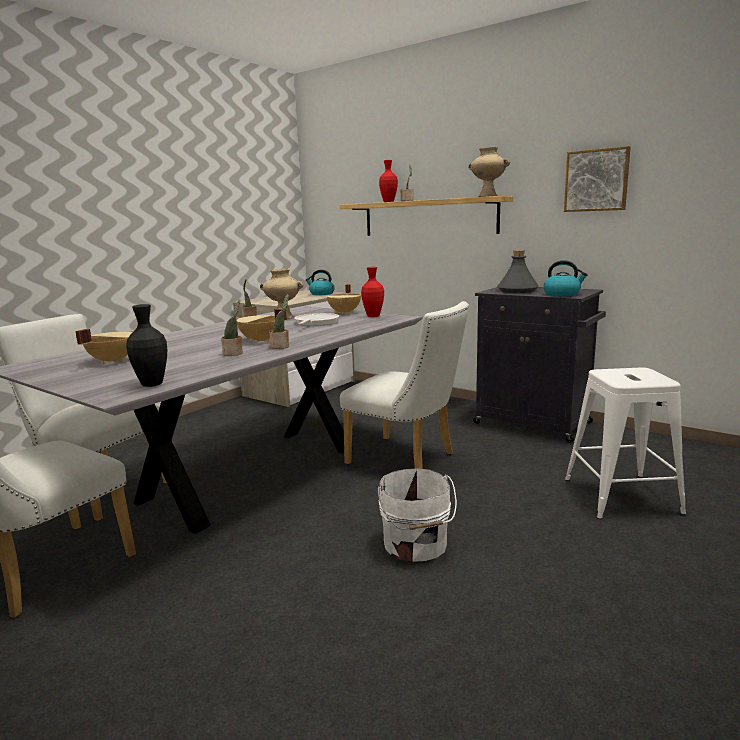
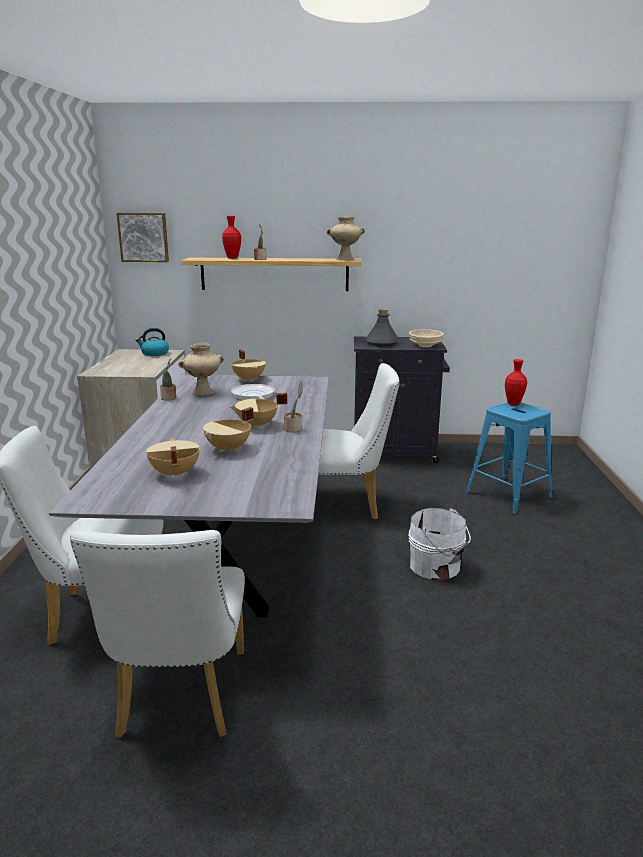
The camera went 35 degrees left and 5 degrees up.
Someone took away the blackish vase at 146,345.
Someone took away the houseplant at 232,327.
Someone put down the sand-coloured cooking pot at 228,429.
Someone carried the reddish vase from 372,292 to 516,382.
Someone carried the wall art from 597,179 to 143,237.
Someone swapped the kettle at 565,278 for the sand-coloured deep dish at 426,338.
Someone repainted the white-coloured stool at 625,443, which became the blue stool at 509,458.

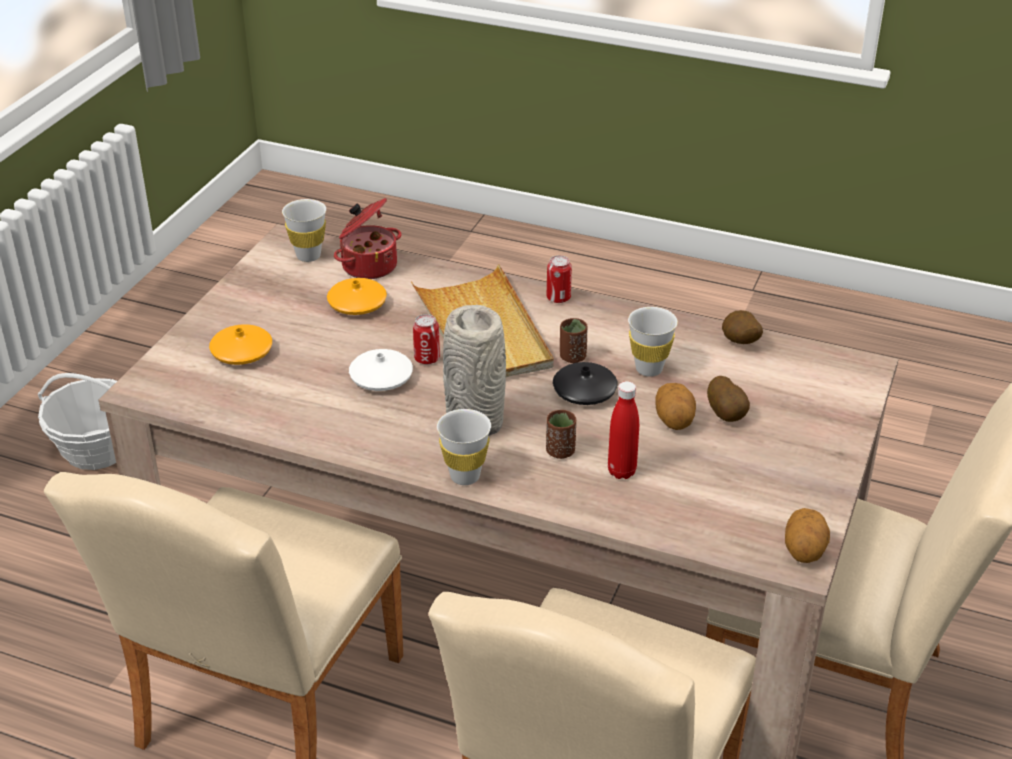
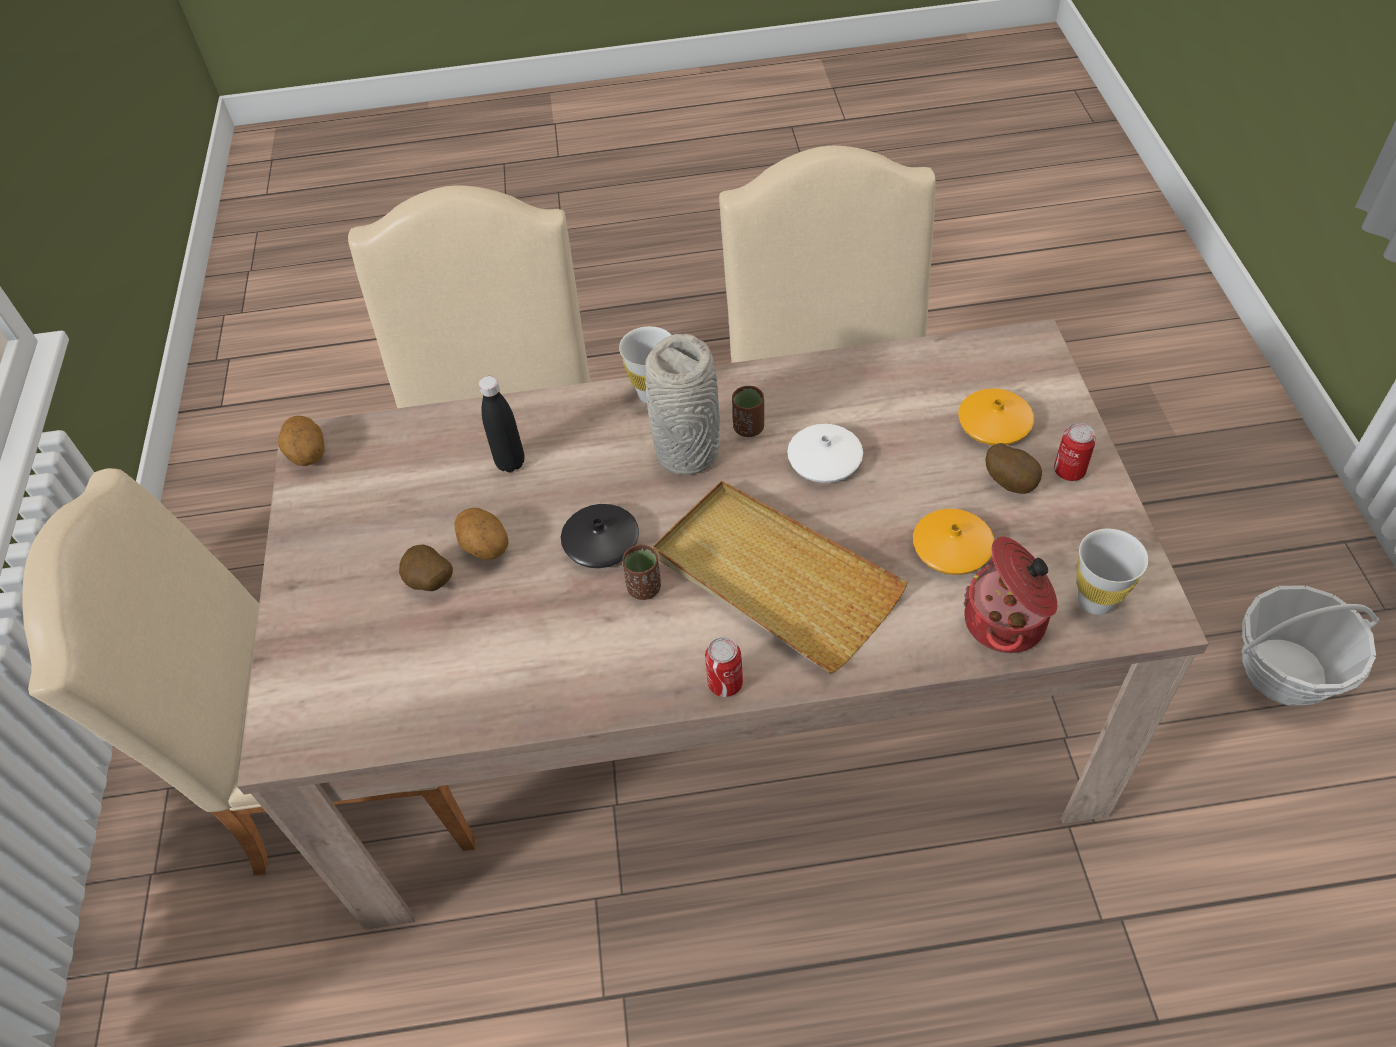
The camera went 155 degrees right and 15 degrees up.
Someone took away the white-coloured small cup at 653,342.
Someone carried the sealed can from 426,339 to 1075,452.
Someone carried the brown small cup from 561,434 to 748,411.
Someone carried the potato from 742,327 to 1013,468.
Someone repainted the reddish drink bottle at 623,430, which became the blackish drink bottle at 501,424.

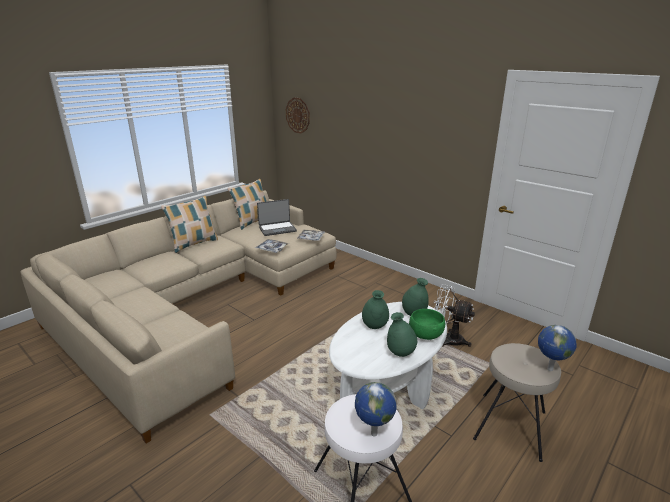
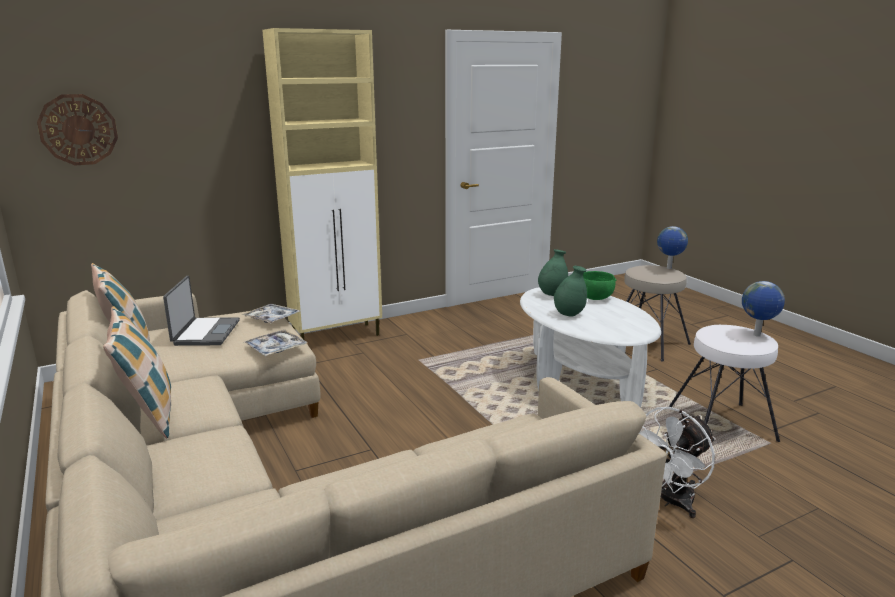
The camera went 70 degrees left and 5 degrees down.
Someone took away the greenish vase at 402,334.
Someone put down the sand-coloured cupboard at 322,184.
Someone carried the white-coloured fan from 454,315 to 677,462.

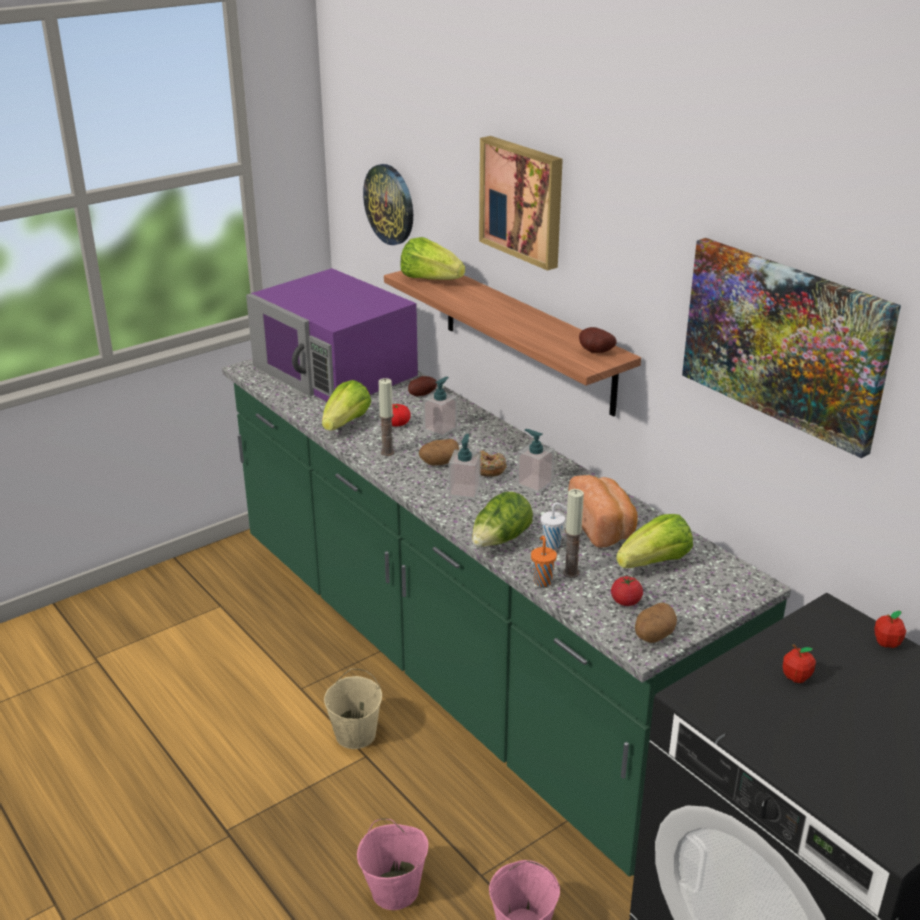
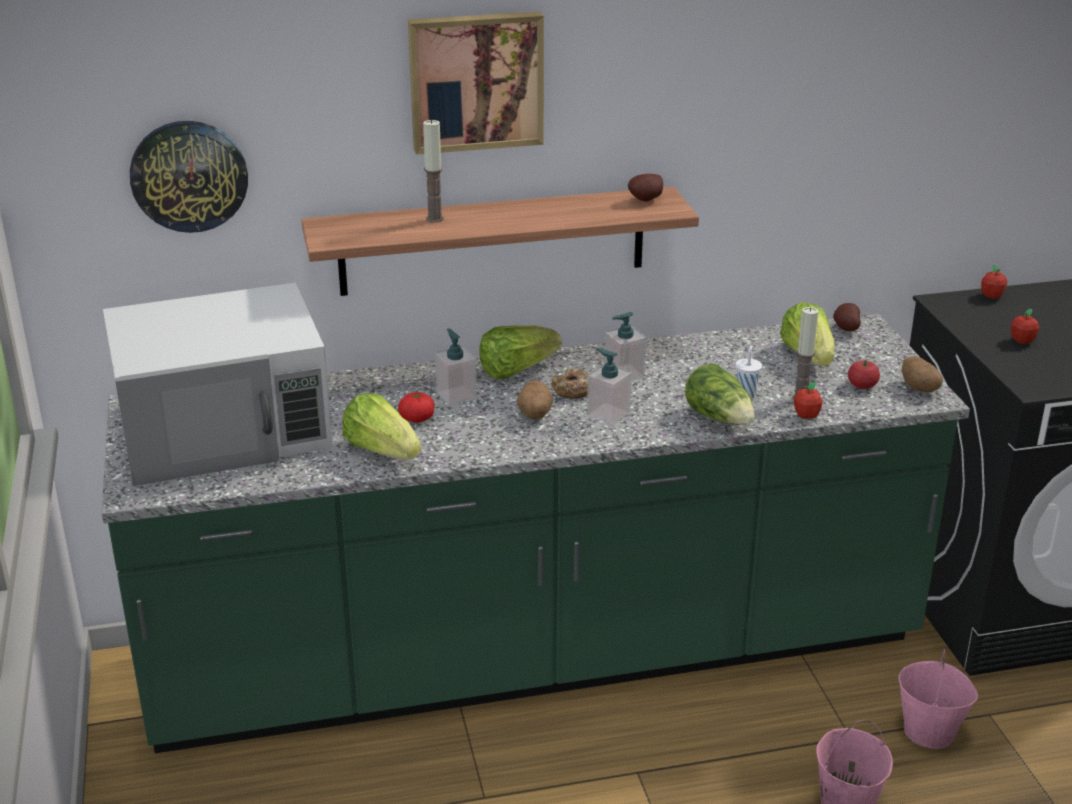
The camera went 65 degrees left and 0 degrees up.
Someone took away the sand-coloured bucket at 353,709.
Someone took away the baked bread at 603,511.
Someone took away the wall art at 791,348.
Someone carried the candle from 386,417 to 433,171.
Someone carried the head of lettuce from 433,258 to 520,352.
Someone carried the potato from 422,386 to 847,317.
Someone swapped the orangey small cup at 544,561 for the apple at 808,400.
Someone repainted the purple-coloured microwave at 332,335, which became the white-coloured microwave at 218,384.

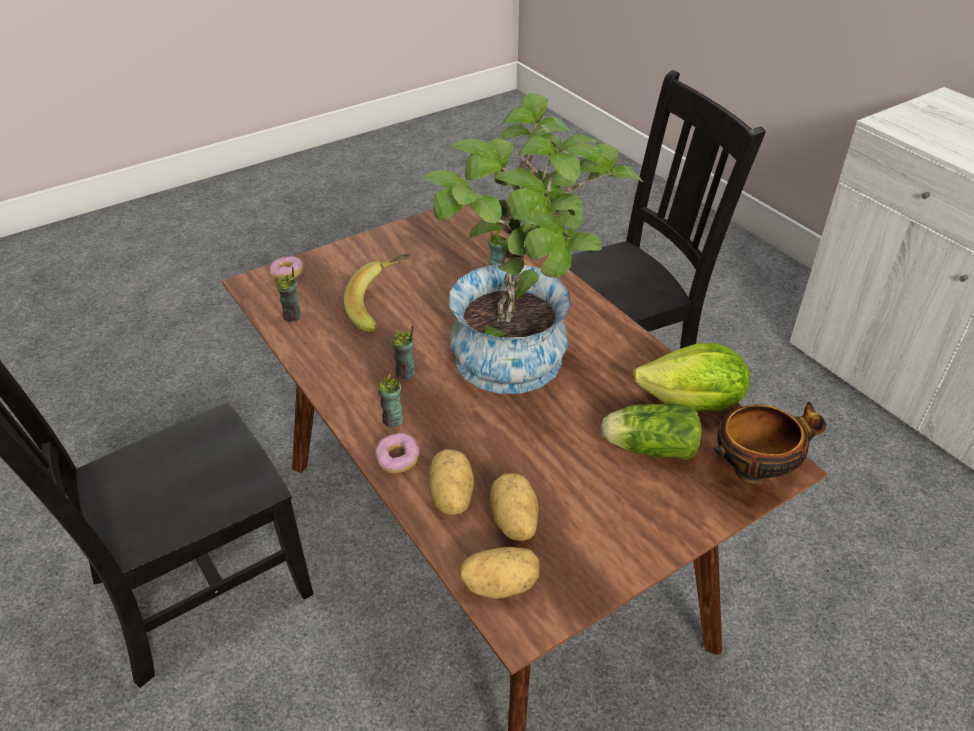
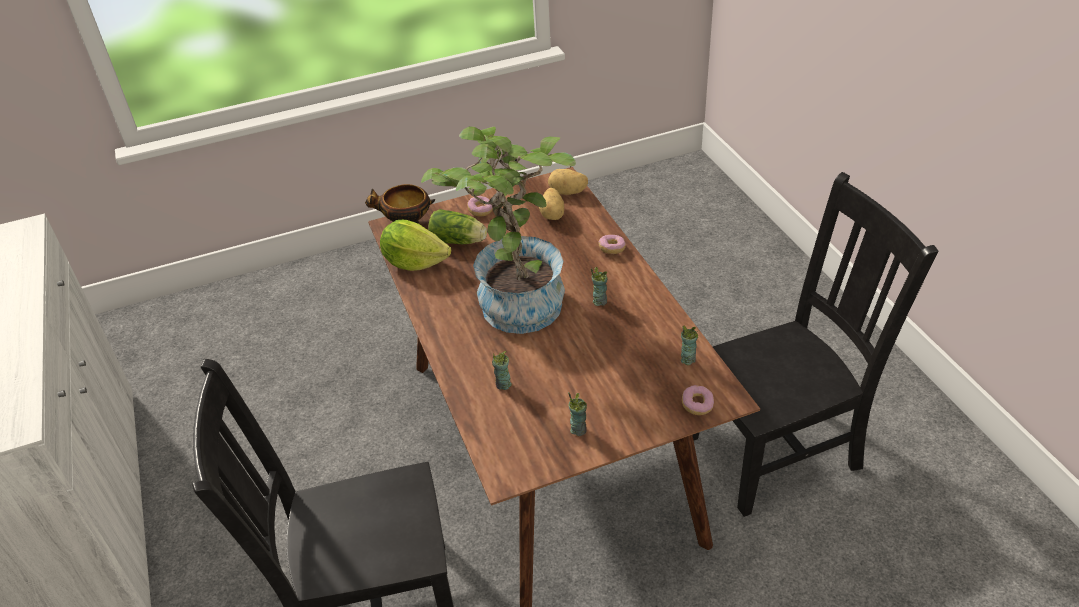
The camera went 165 degrees left and 0 degrees up.
Someone took away the banana fruit at 376,293.
Someone took away the potato at 451,482.
Someone put down the donut at 480,206.
Someone carried the small cup from 390,401 to 577,414.

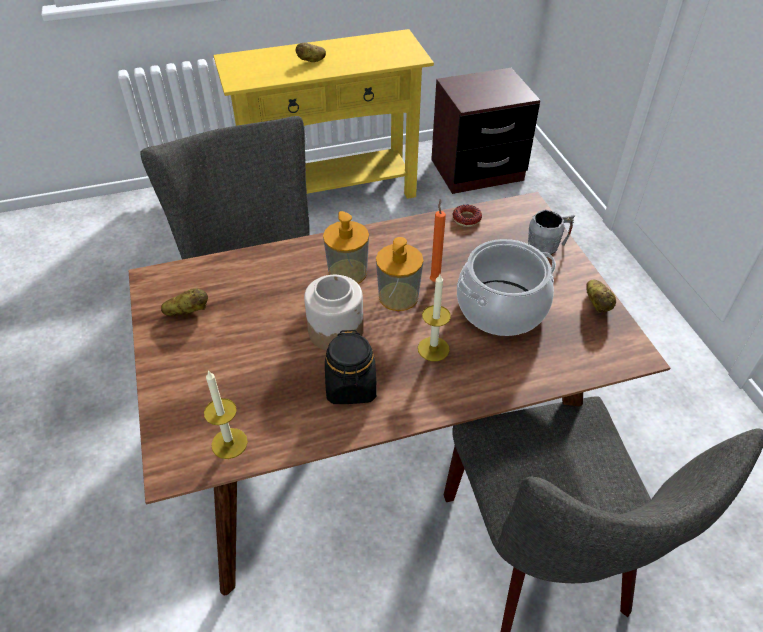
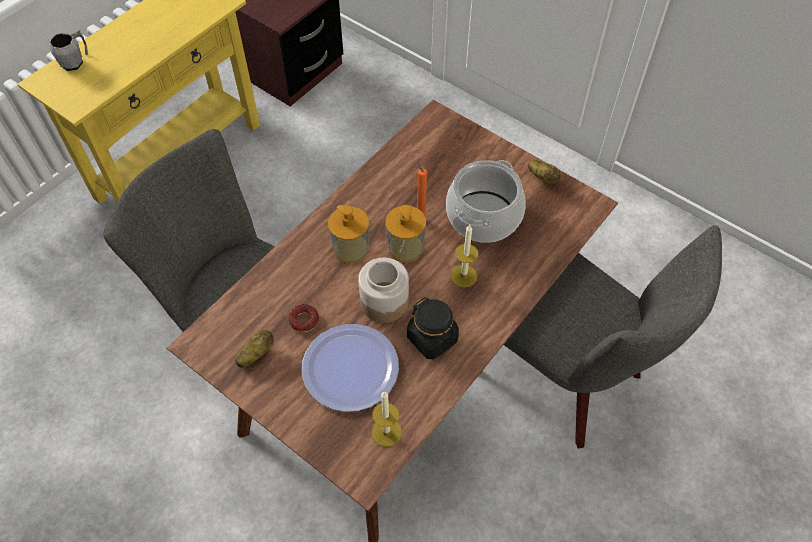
The camera went 35 degrees left and 10 degrees up.
Someone took away the potato at 311,52.
Someone put down the dinner plate at 350,368.
Someone carried the donut from 467,216 to 303,318.
Someone carried the greyish mug from 551,234 to 68,50.

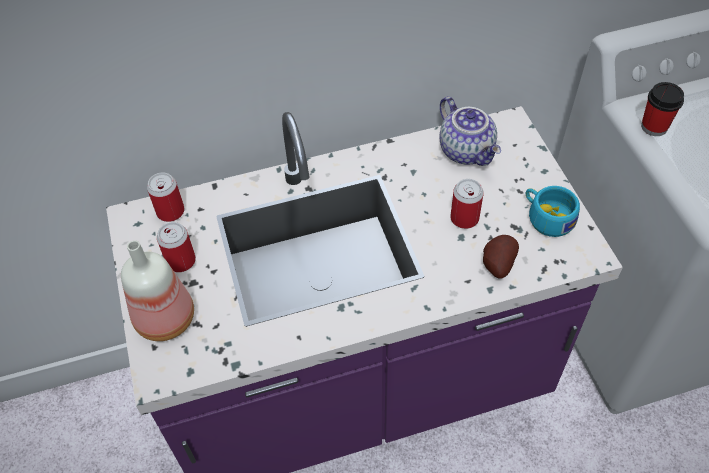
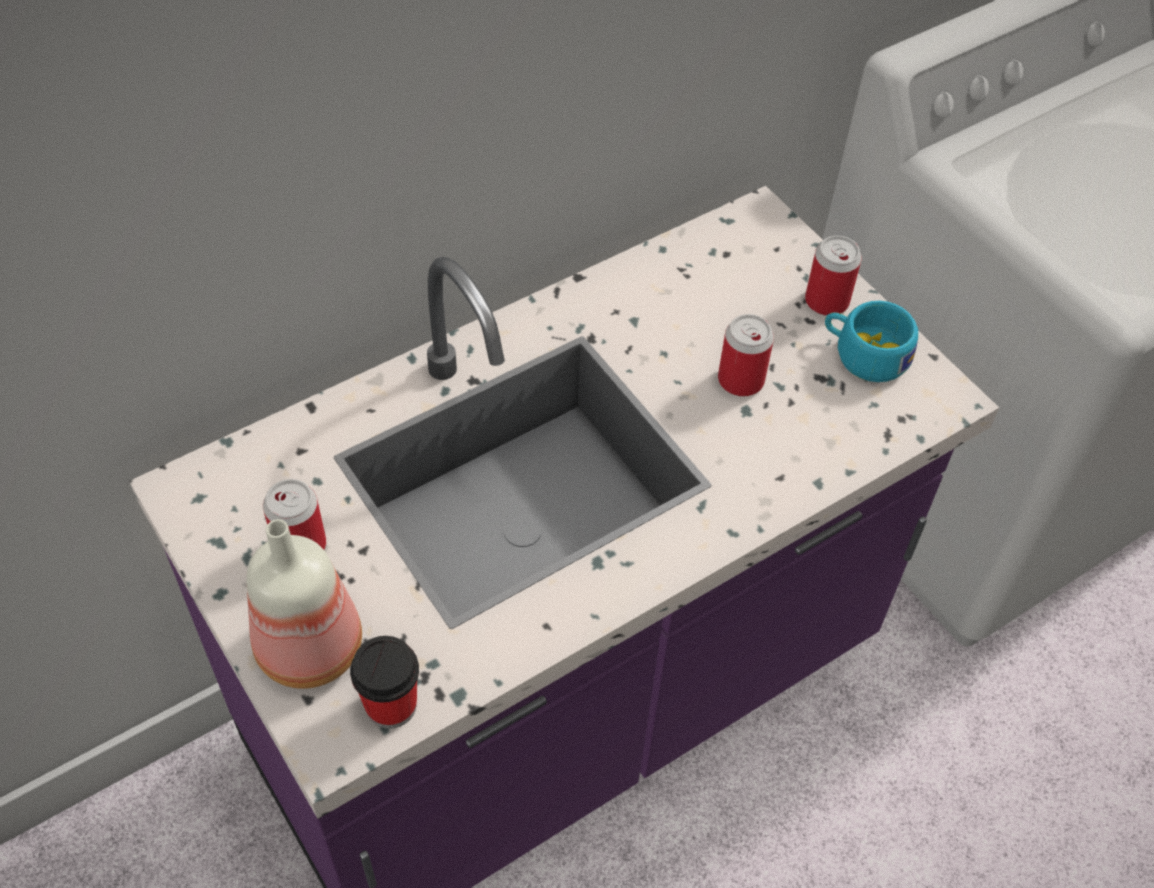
The camera went 20 degrees left and 0 degrees up.
Someone took away the teapot at 470,131.
Someone took away the potato at 501,257.
Someone carried the sealed can from 165,197 to 833,276.
Someone carried the small cup from 662,109 to 384,682.

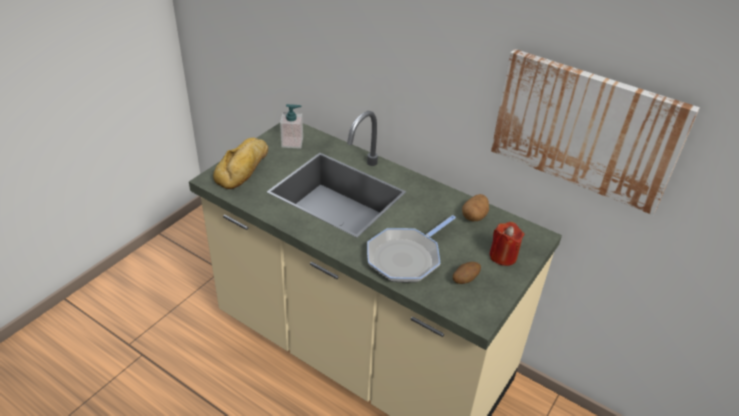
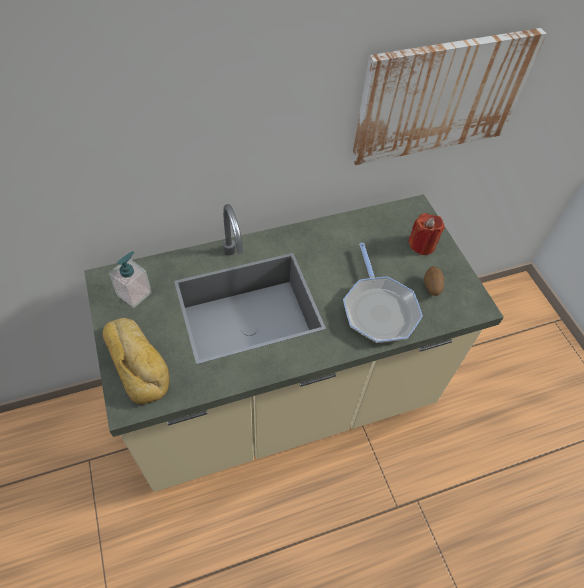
The camera went 55 degrees left and 15 degrees up.
Someone took away the potato at 475,207.

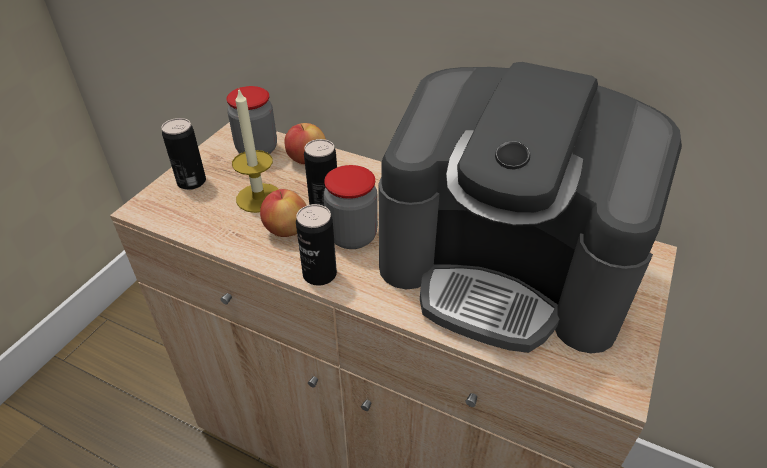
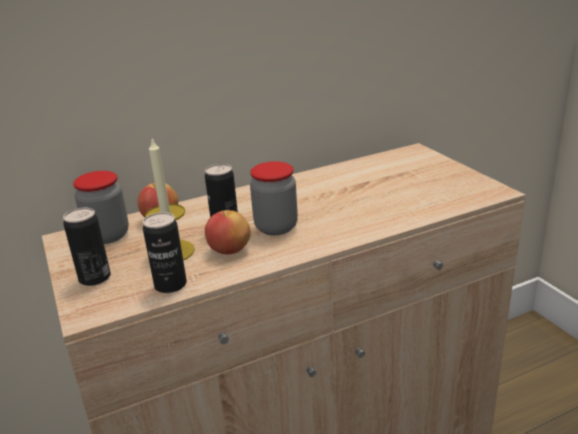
The camera went 50 degrees left and 15 degrees down.
Someone took away the coffee machine at 530,208.
Someone carried the sealed can from 316,244 to 165,252.

